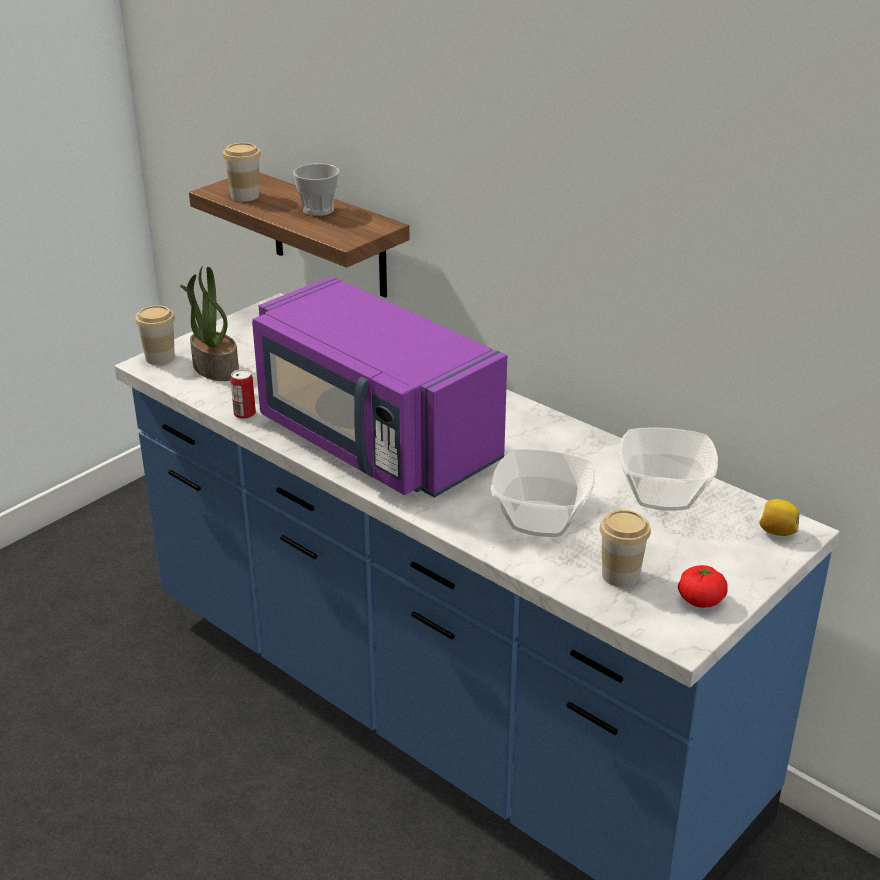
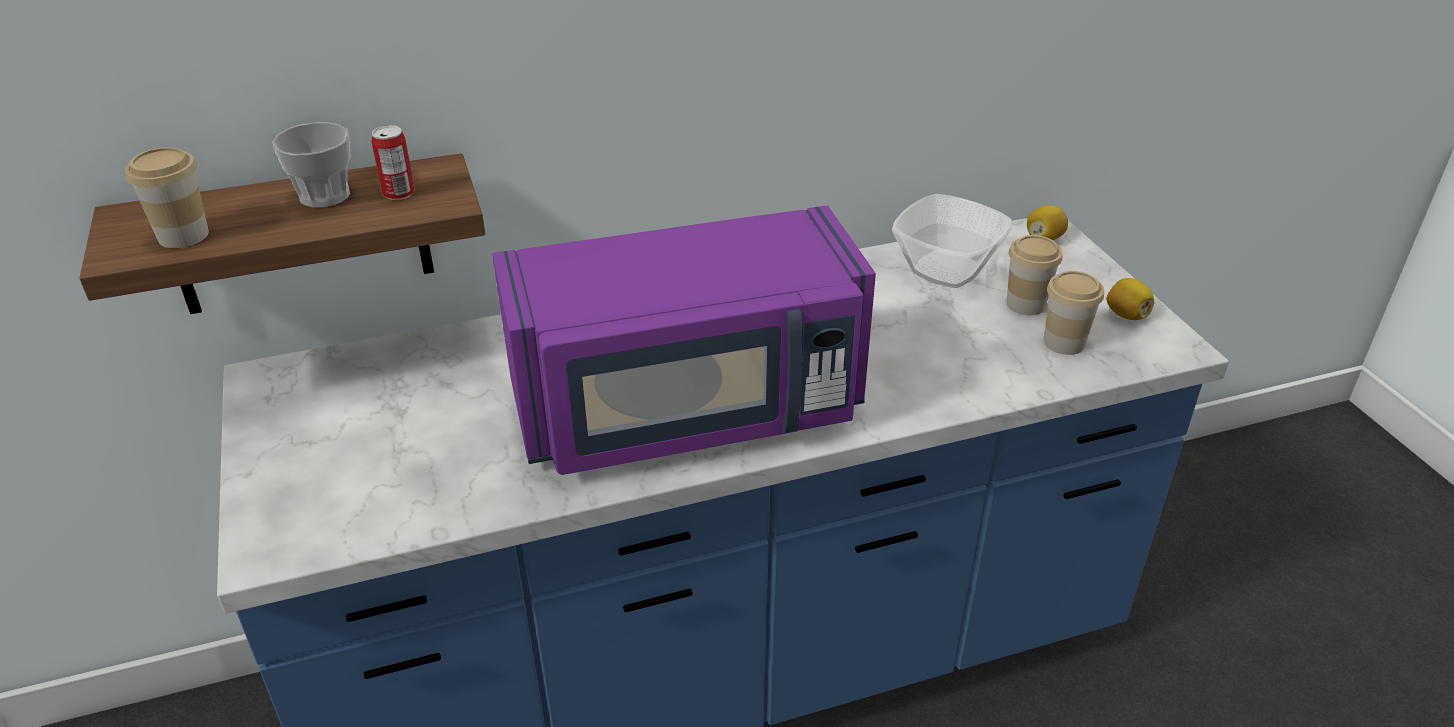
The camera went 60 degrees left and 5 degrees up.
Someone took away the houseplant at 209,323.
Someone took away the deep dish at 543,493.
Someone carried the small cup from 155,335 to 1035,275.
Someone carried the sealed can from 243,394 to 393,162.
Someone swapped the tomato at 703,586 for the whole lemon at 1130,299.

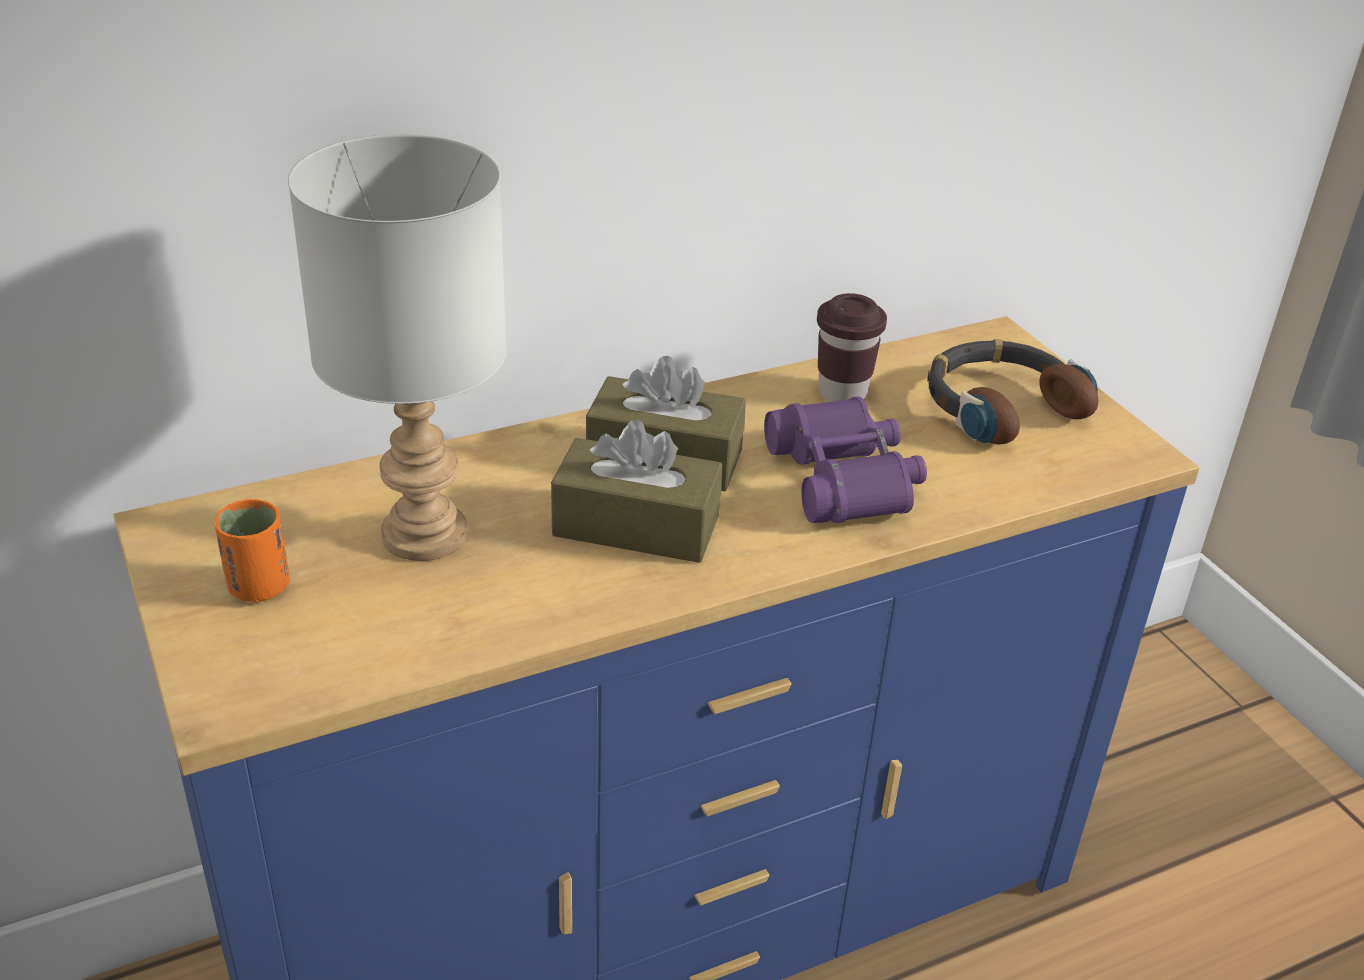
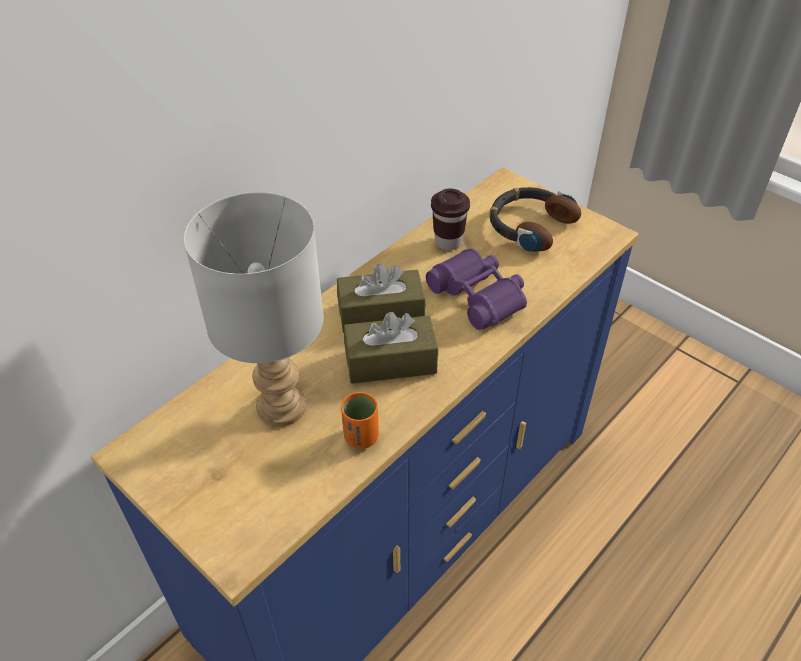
The camera went 20 degrees left and 10 degrees up.
Someone carried the orangey small cup from 252,550 to 360,420.

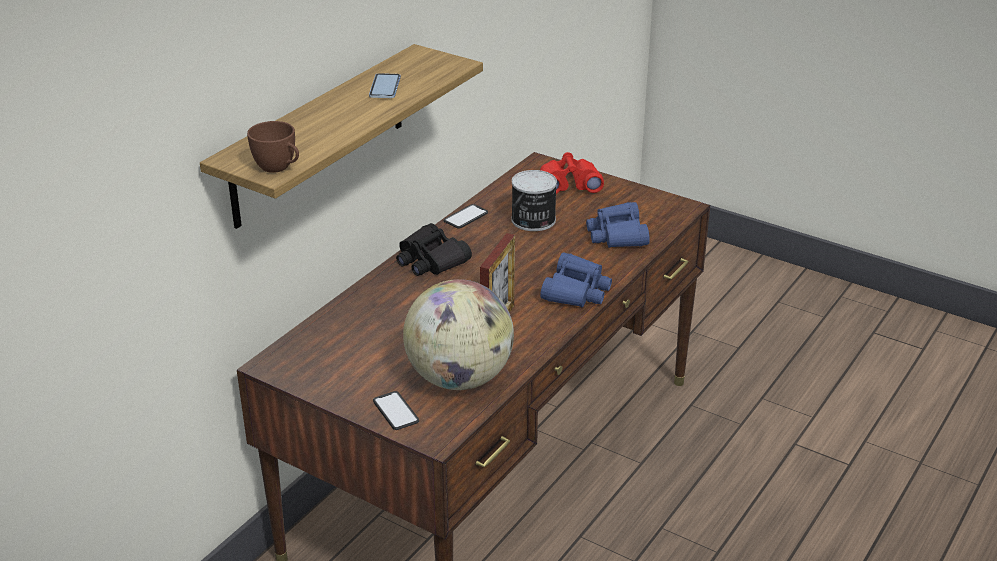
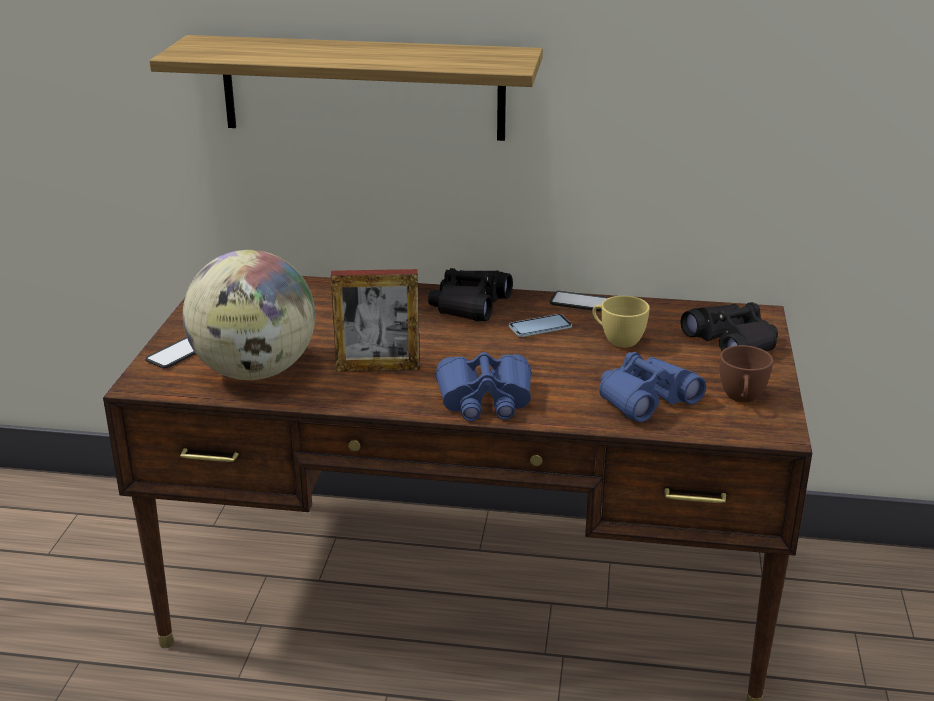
The camera went 65 degrees right and 5 degrees down.
Someone carried the brown small cup from 273,147 to 746,373.
Someone carried the phone from 385,85 to 540,325.
Someone swapped the sealed can at 534,200 for the yellow small cup at 621,322.
Someone repainted the reddish field glasses at 572,173, which became the blackish field glasses at 729,327.

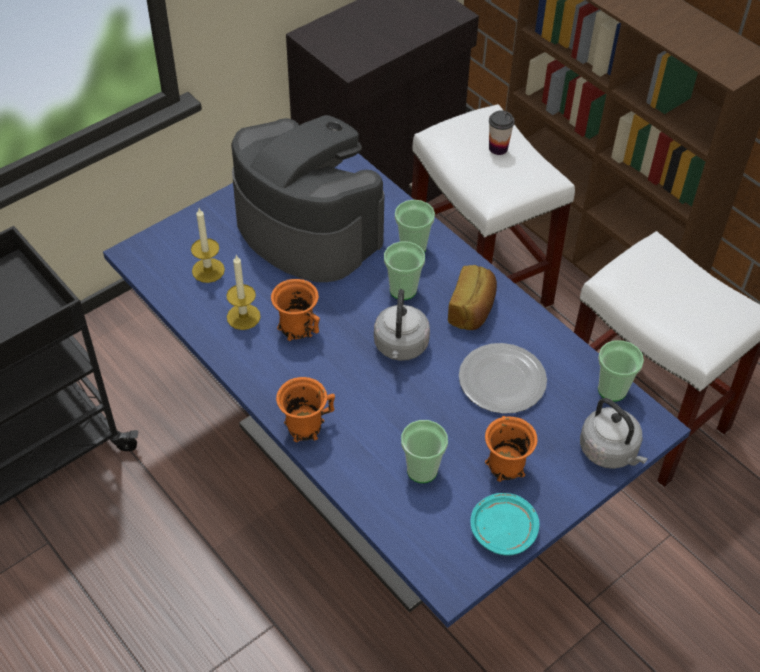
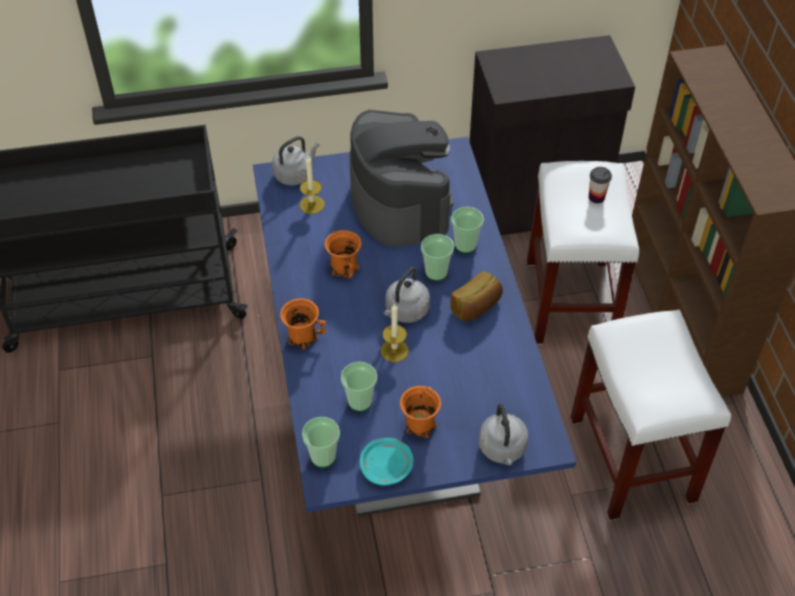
The camera went 30 degrees right and 0 degrees up.
Someone took away the dinner plate at 503,378.
Someone put down the greyish kettle at 295,160.
Someone carried the candle from 243,292 to 395,332.
Someone carried the small cup from 621,371 to 321,442.

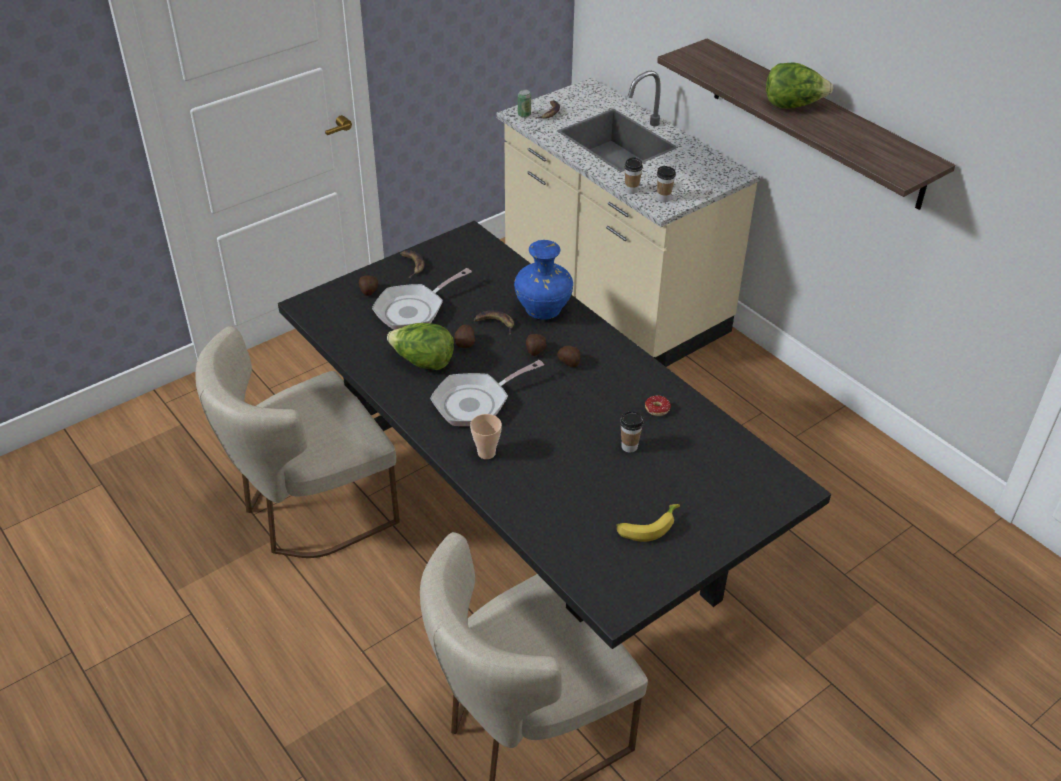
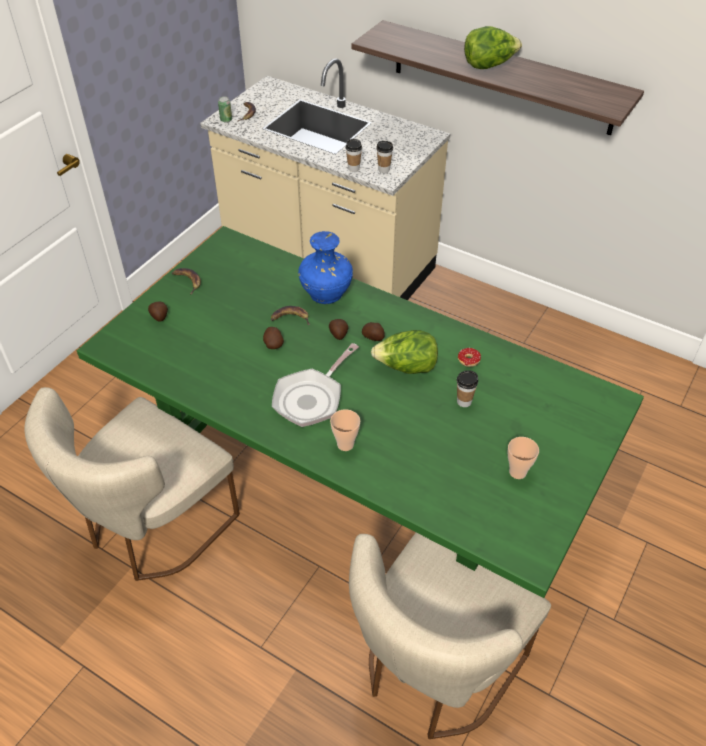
The camera went 20 degrees left and 5 degrees up.
Someone took away the frying pan at 422,299.
Someone carried the head of lettuce from 420,346 to 404,352.
Someone swapped the banana fruit at 648,523 for the small cup at 523,458.
Someone repainted the blackish dinner table at 554,435, which became the greenish dinner table at 360,412.

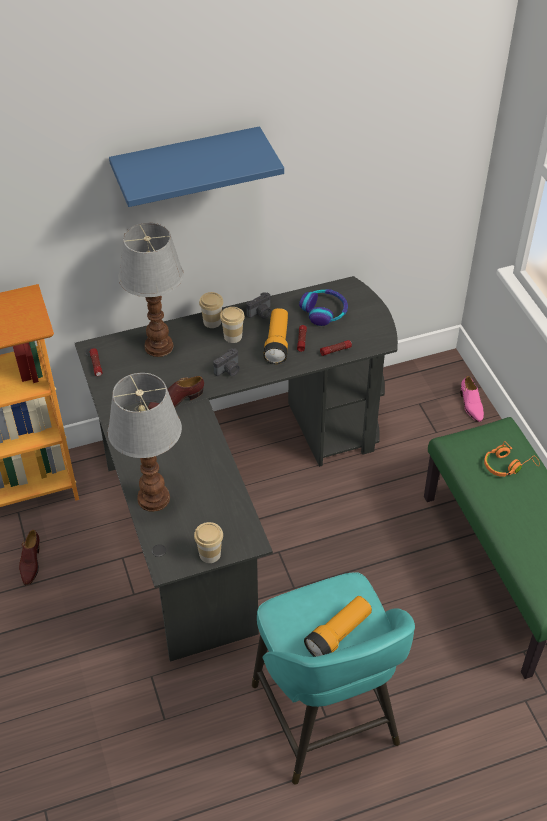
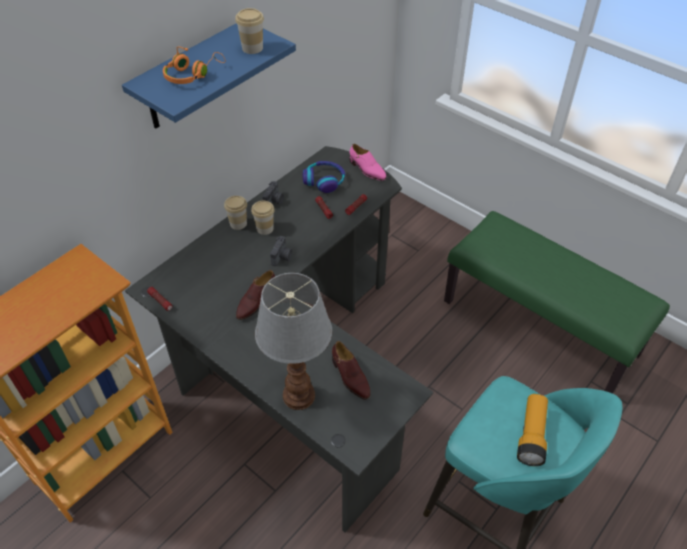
The camera went 30 degrees left and 0 degrees up.
Someone took away the tabletop lamp at 151,290.
Someone took away the hand torch at 275,336.
Someone carried the brown low shoe from 29,557 to 351,370.
Someone carried the small cup from 208,542 to 249,31.
Someone carried the pinkish low shoe from 472,399 to 368,162.
Someone carried the orangey headphones from 512,459 to 194,65.

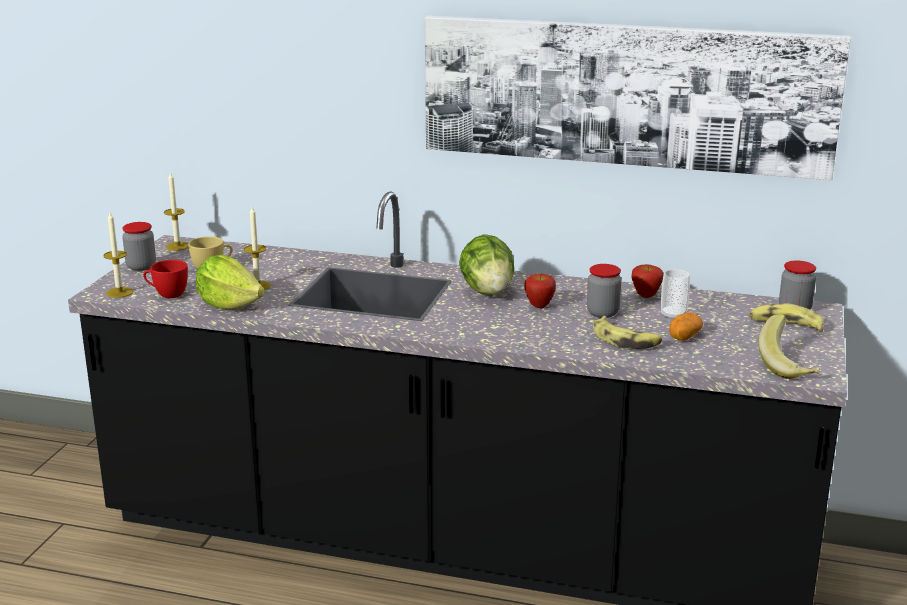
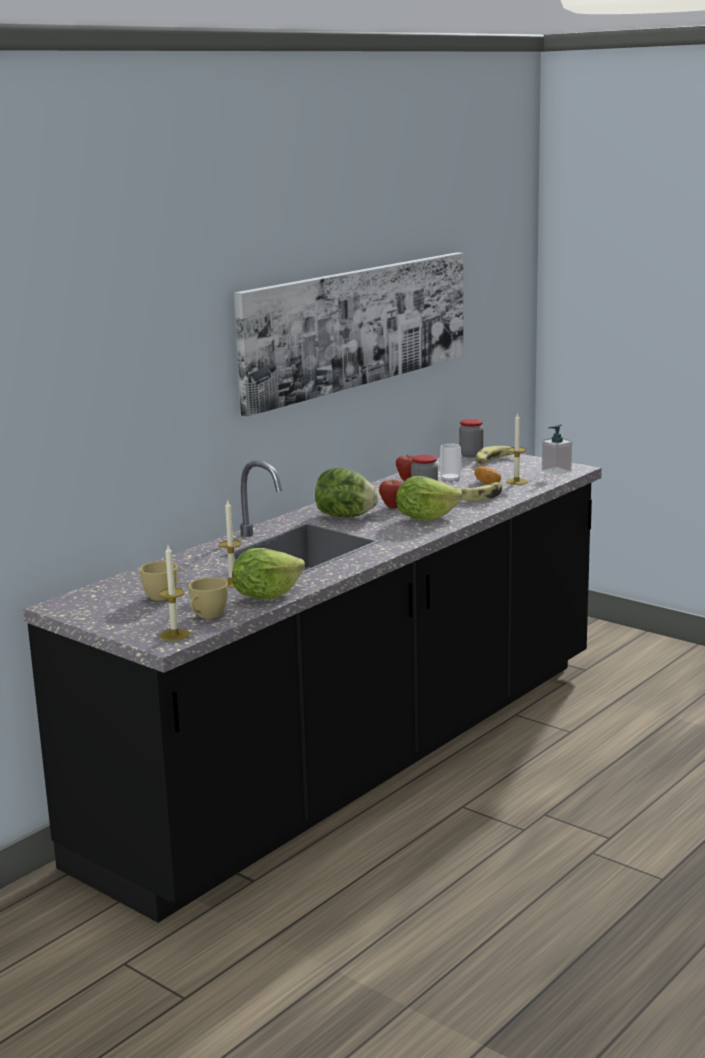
The camera went 65 degrees left and 5 degrees down.
Someone took away the storage jar at 139,246.
Someone put down the head of lettuce at 429,498.
Someone carried the candle from 176,211 to 517,448.
Someone swapped the banana fruit at 788,346 for the soap bottle at 557,449.
Someone repainted the reddish small cup at 165,279, which became the yellow small cup at 208,598.

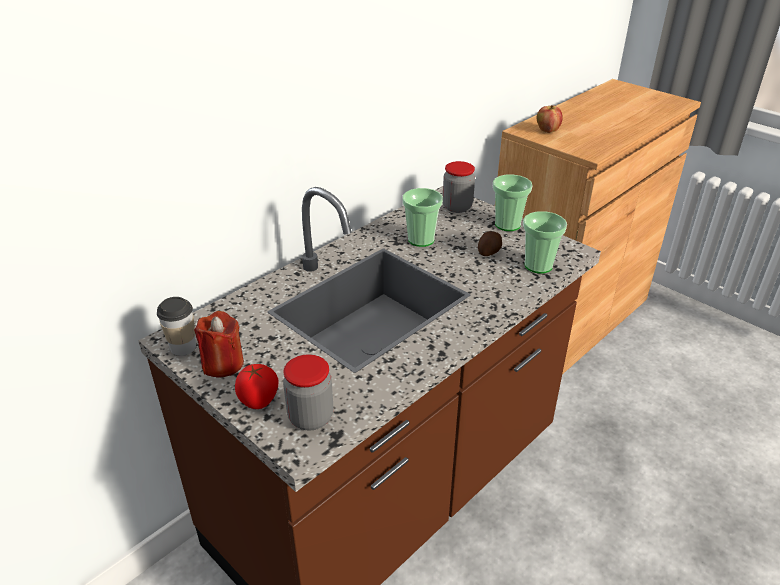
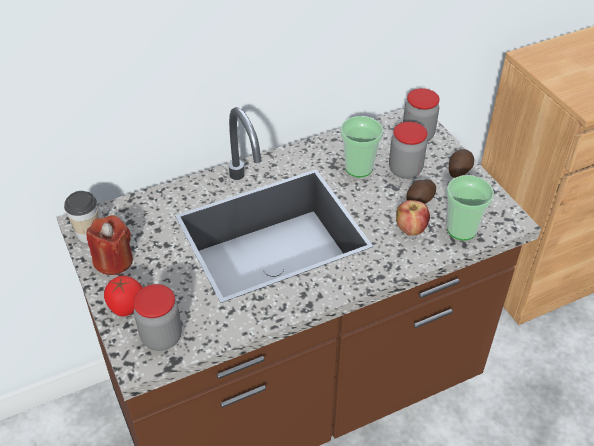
The camera went 20 degrees right and 10 degrees up.
Someone put down the storage jar at 408,150.
Someone carried the apple from 550,119 to 413,218.
Someone swapped the small cup at 513,203 for the potato at 461,163.

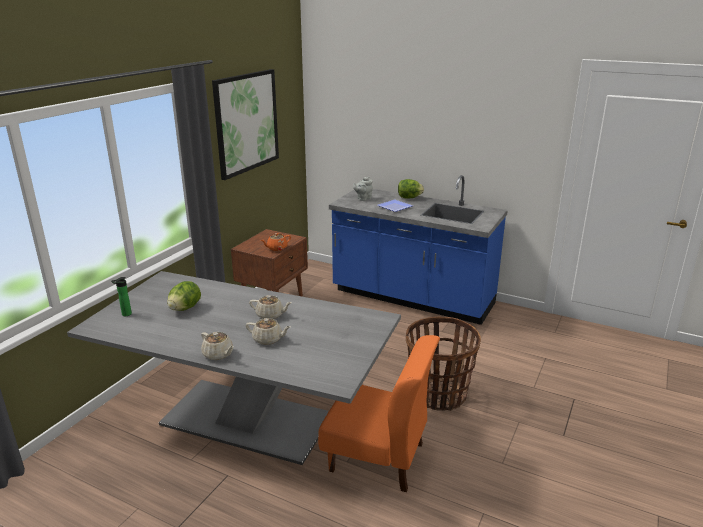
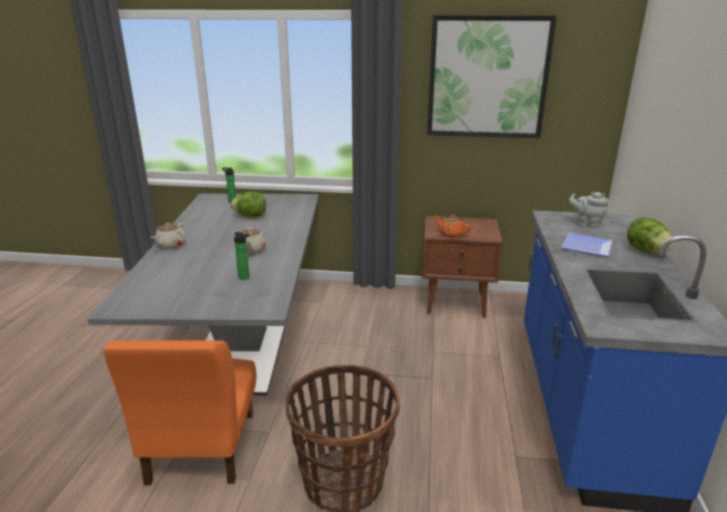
The camera went 70 degrees right and 0 degrees up.
Someone took away the sand-coloured teapot at 268,331.
Someone put down the drink bottle at 242,256.

